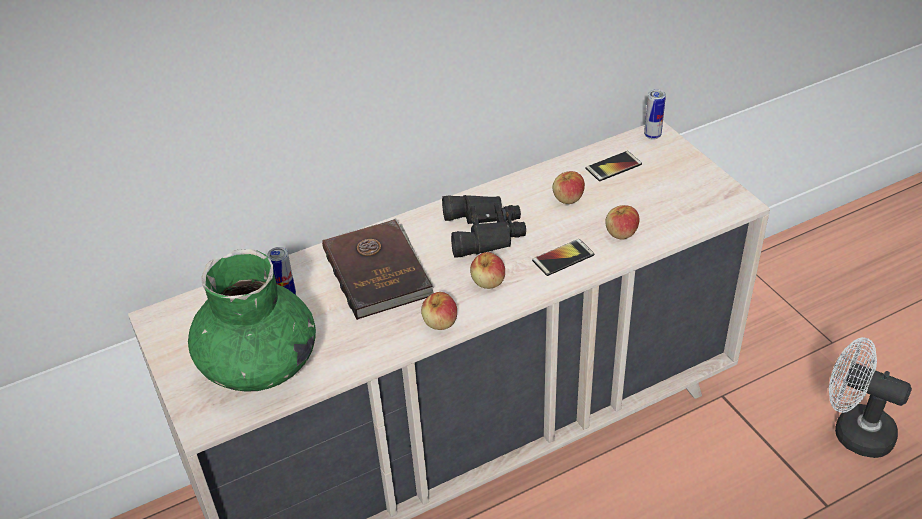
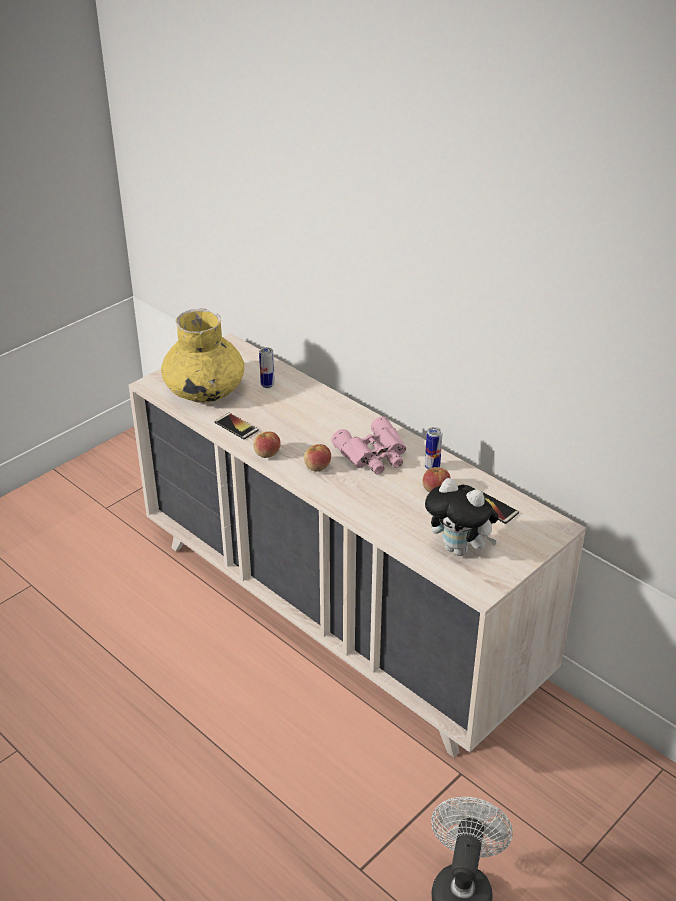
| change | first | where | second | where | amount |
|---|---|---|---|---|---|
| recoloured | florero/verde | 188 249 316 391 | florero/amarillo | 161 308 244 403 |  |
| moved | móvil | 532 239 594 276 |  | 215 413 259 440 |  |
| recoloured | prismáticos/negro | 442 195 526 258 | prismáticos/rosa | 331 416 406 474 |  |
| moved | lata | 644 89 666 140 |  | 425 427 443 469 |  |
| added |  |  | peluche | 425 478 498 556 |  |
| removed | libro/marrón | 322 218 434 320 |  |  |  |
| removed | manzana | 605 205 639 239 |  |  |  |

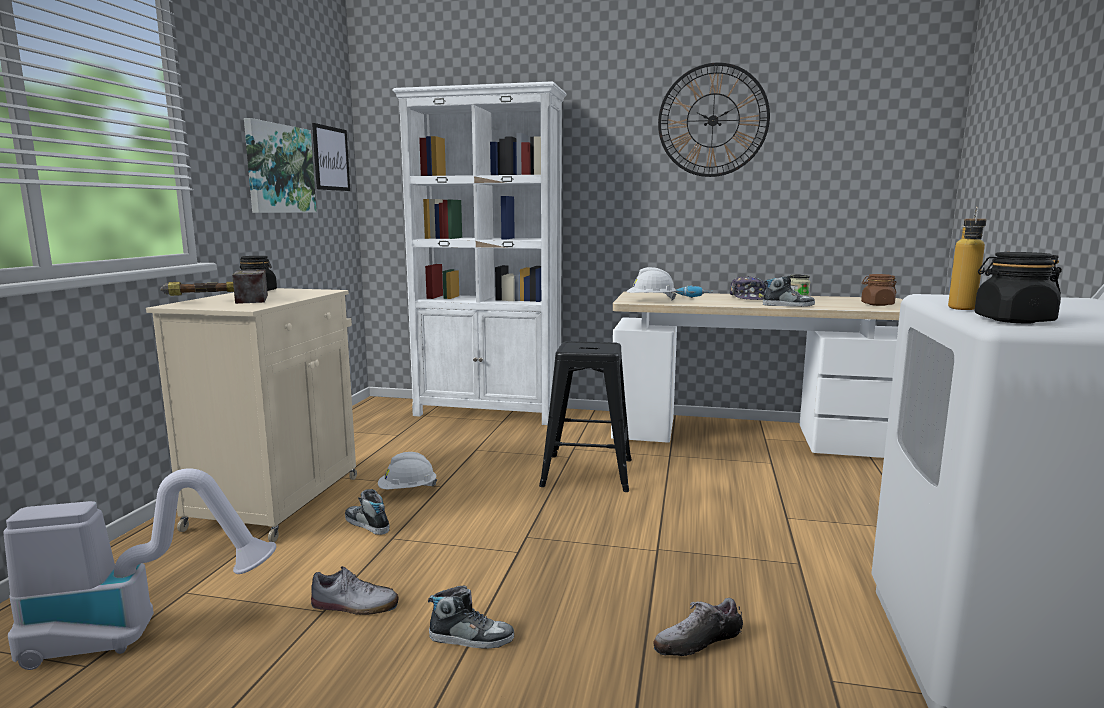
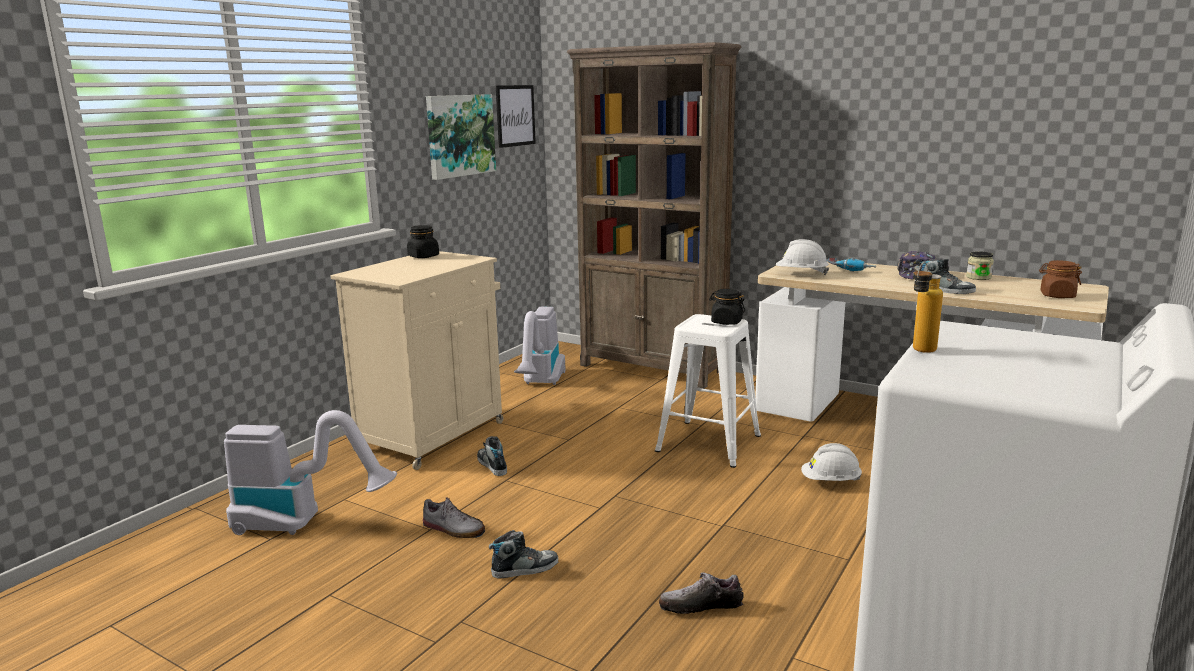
| change | first | where | second | where | amount |
|---|---|---|---|---|---|
| turned | zapato | 428 586 514 649 |  | 489 530 558 579 | 45 degrees counterclockwise |
| added |  |  | aspiradora | 514 307 565 385 |  |
| recoloured | estantería/blanco | 392 81 567 425 | estantería/marrón | 567 42 741 389 |  |
| recoloured | taburete/negro | 539 341 632 492 | taburete/blanco | 655 314 761 468 |  |
| moved | tarro/negro | 974 252 1062 324 |  | 709 289 745 325 |  |
| moved | casco/blanco | 378 452 437 489 |  | 801 443 862 481 |  |
| removed | martillo | 160 269 268 304 |  |  |  |
| removed | reloj de pared | 658 63 770 177 |  |  |  |

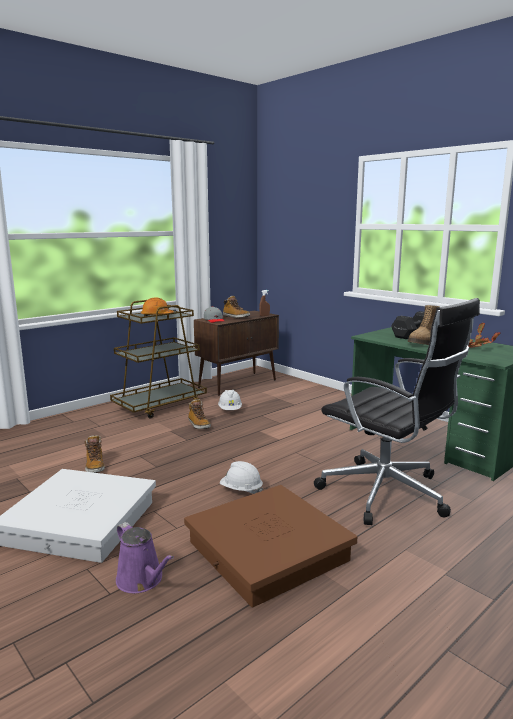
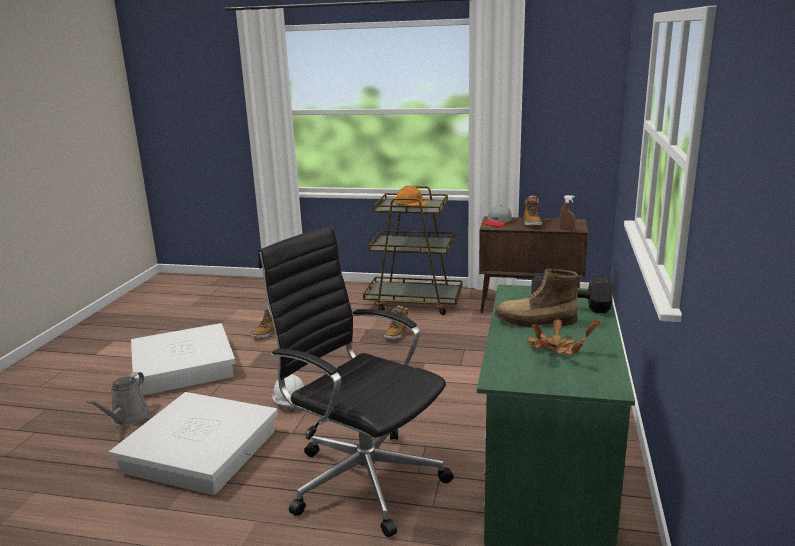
| change | first | where | second | where | amount |
|---|---|---|---|---|---|
| recoloured | regadera/morado | 116 522 174 593 | regadera/gris | 87 372 150 426 |  |
| recoloured | caja de almacenaje/marrón | 184 485 357 608 | caja de almacenaje/blanco | 109 392 278 495 |  |
| turned | silla de oficina/negro | 314 298 480 525 |  | 258 225 454 537 | 120 degrees clockwise |
| removed | casco/blanco | 218 390 242 410 |  |  |  |

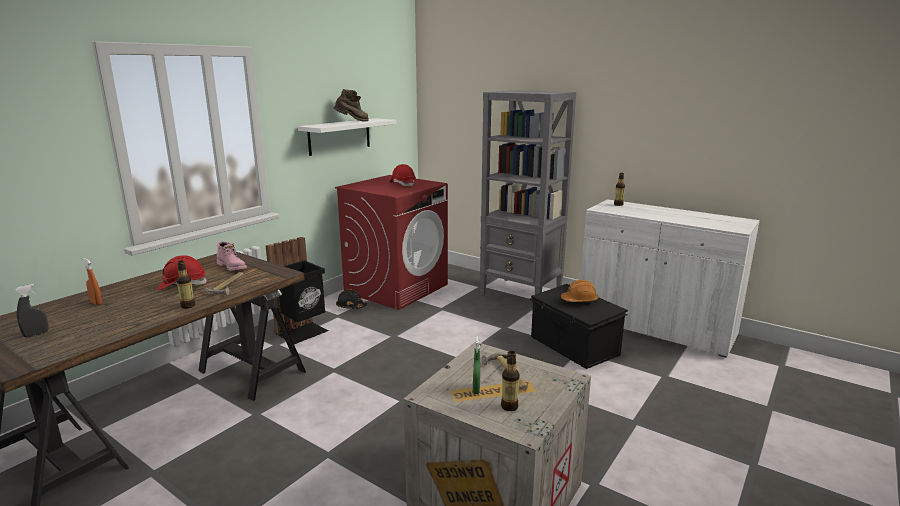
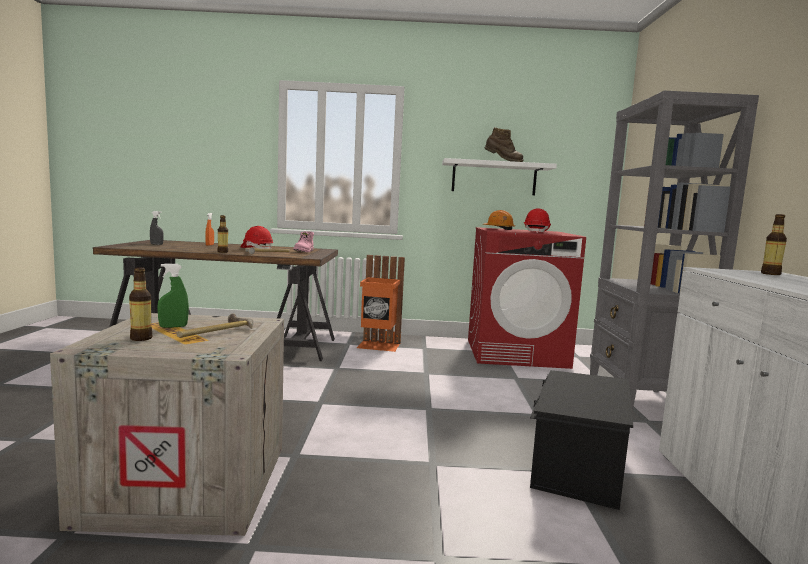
| change | first | where | second | where | amount |
|---|---|---|---|---|---|
| recoloured | papelera/negro | 265 237 328 344 | papelera/naranja | 357 255 405 352 |  |
| moved | casco/naranja | 561 280 598 302 |  | 483 210 515 230 |  |
| removed | casco/negro | 336 289 367 309 |  |  |  |

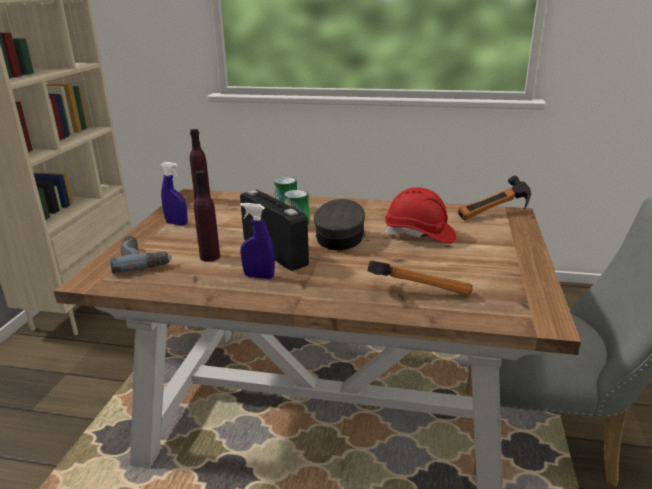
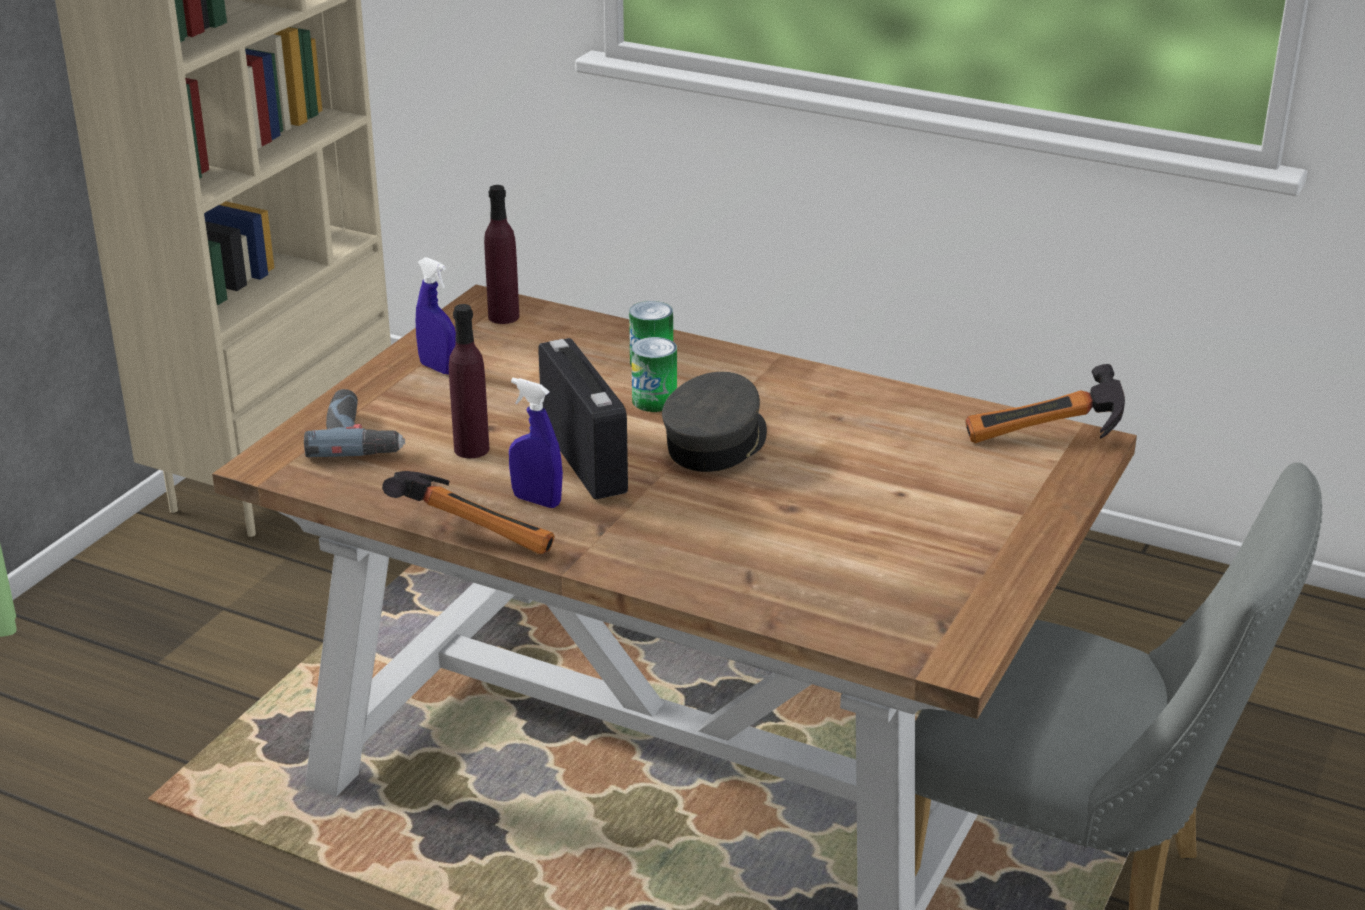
| change | first | where | second | where | amount |
|---|---|---|---|---|---|
| moved | martillo | 368 260 473 296 |  | 382 471 555 554 |  |
| removed | casco/rojo | 384 187 456 244 |  |  |  |

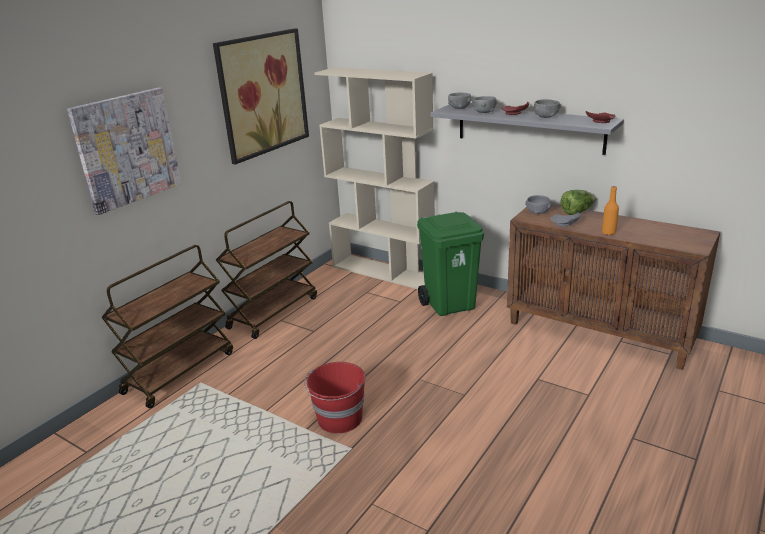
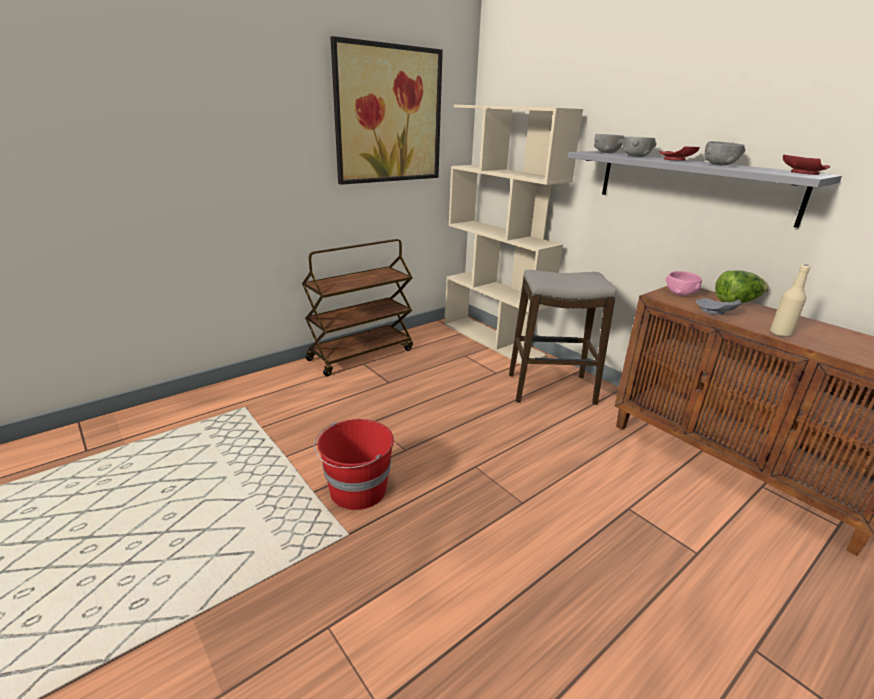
| change | first | where | second | where | amount |
|---|---|---|---|---|---|
| replaced | papelera/verde | 417 212 484 316 | taburete | 509 270 616 405 |  |
| recoloured | cuenco/gris | 525 195 551 214 | cuenco/rosa | 665 271 702 296 |  |
| recoloured | botella/naranja | 602 186 619 235 | botella/beis | 770 264 811 337 |  |
| removed | cuadro | 67 87 181 215 |  |  |  |
| removed | carrito/marrón | 101 245 233 408 |  |  |  |

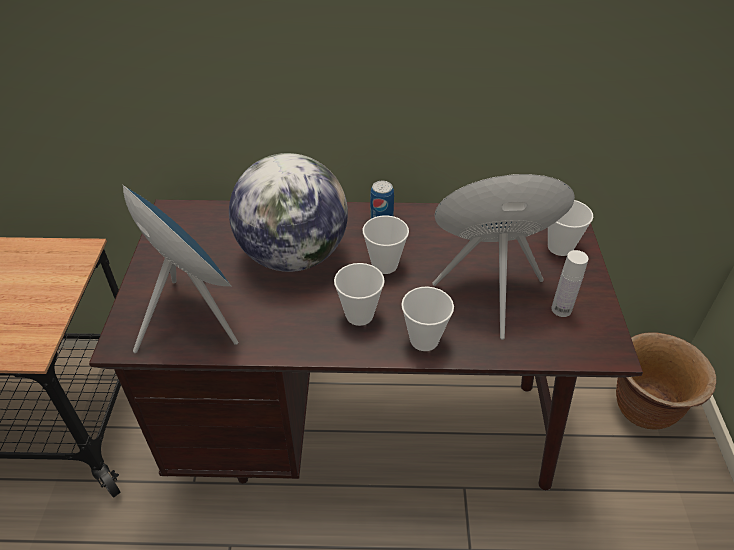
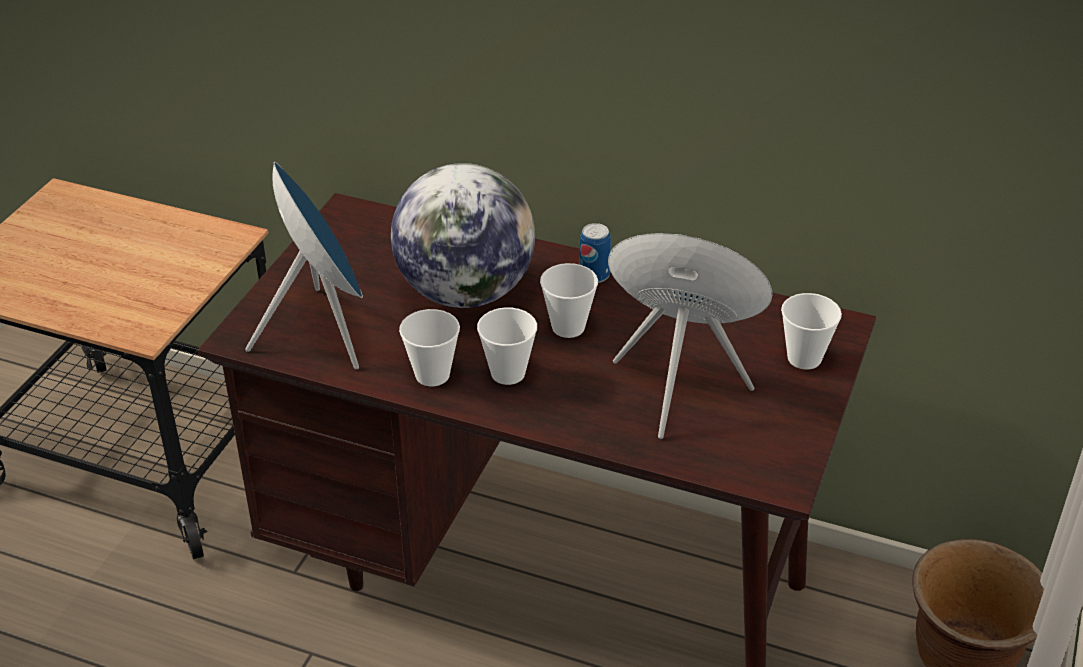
| change | first | where | second | where | amount |
|---|---|---|---|---|---|
| moved | taza | 401 286 454 351 |  | 399 309 460 386 |  |
| removed | botella/blanco | 551 250 589 317 |  |  |  |

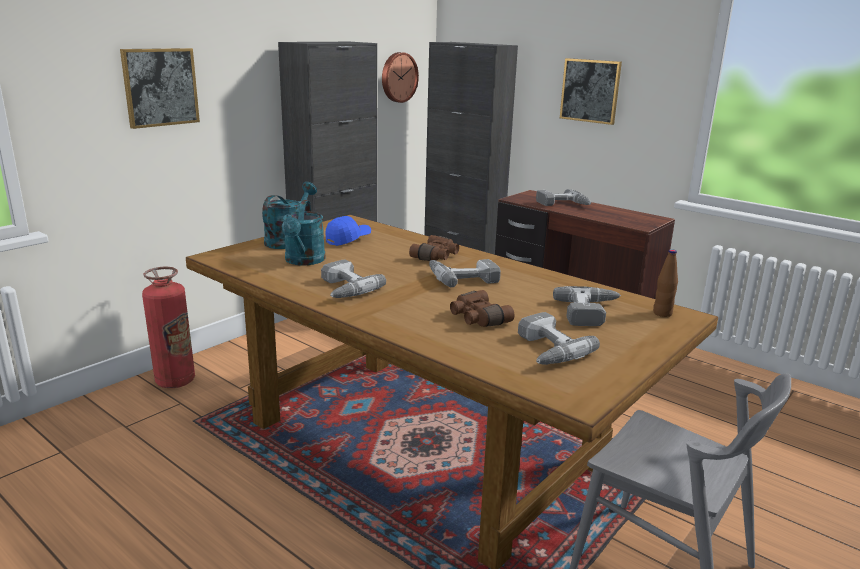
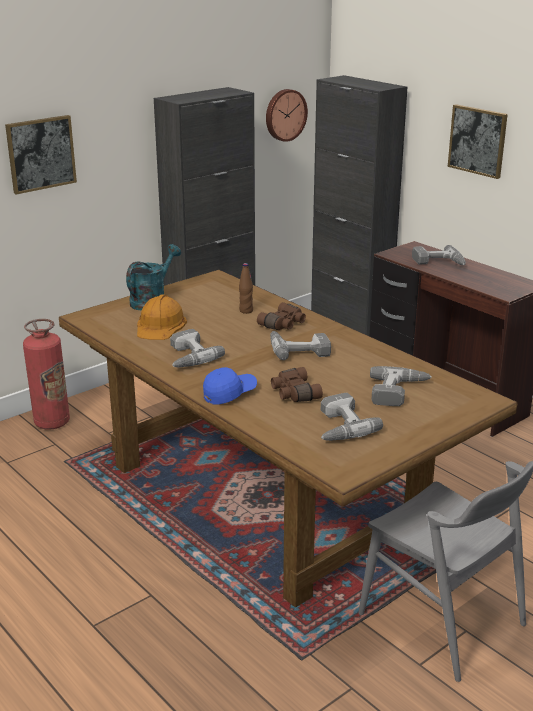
| change | first | where | second | where | amount |
|---|---|---|---|---|---|
| replaced | regadera/turquesa | 282 200 326 266 | casco/naranja | 137 294 187 340 |  |
| moved | gorra/azul | 325 216 371 246 |  | 203 367 257 405 |  |
| moved | botella/marrón | 653 249 678 317 |  | 239 263 253 314 |  |

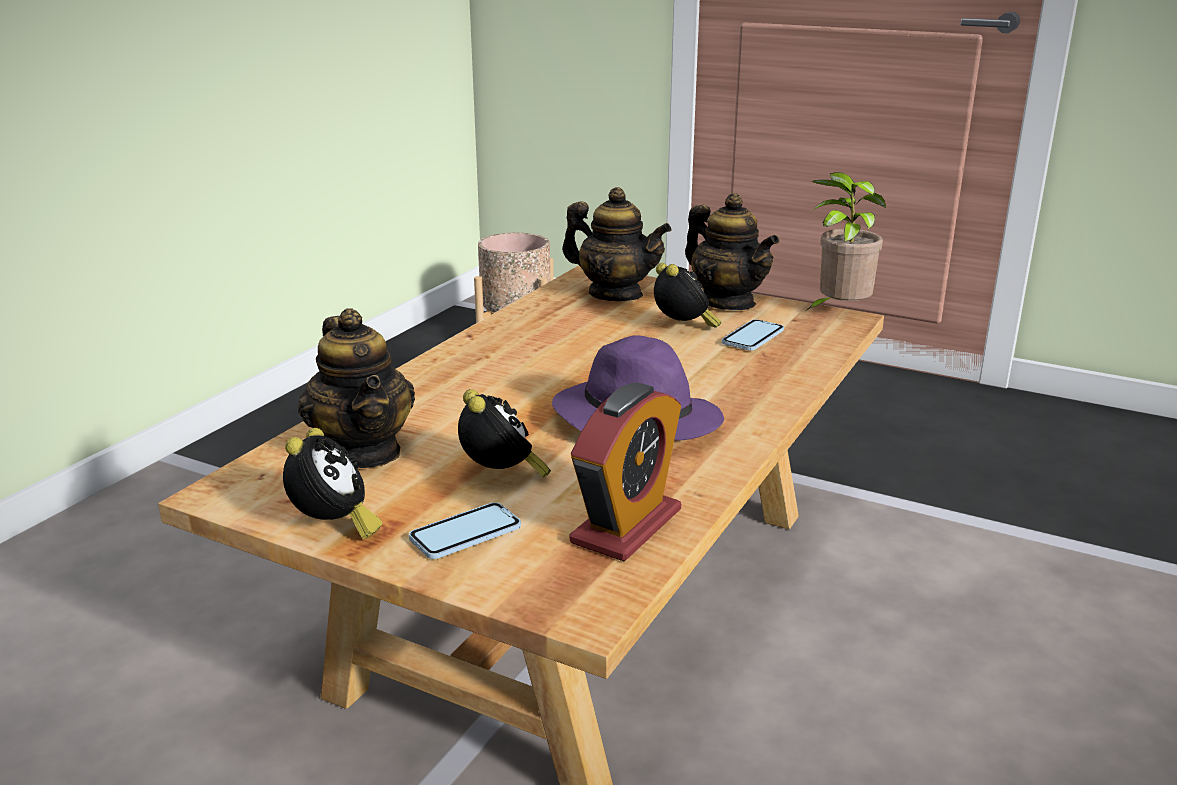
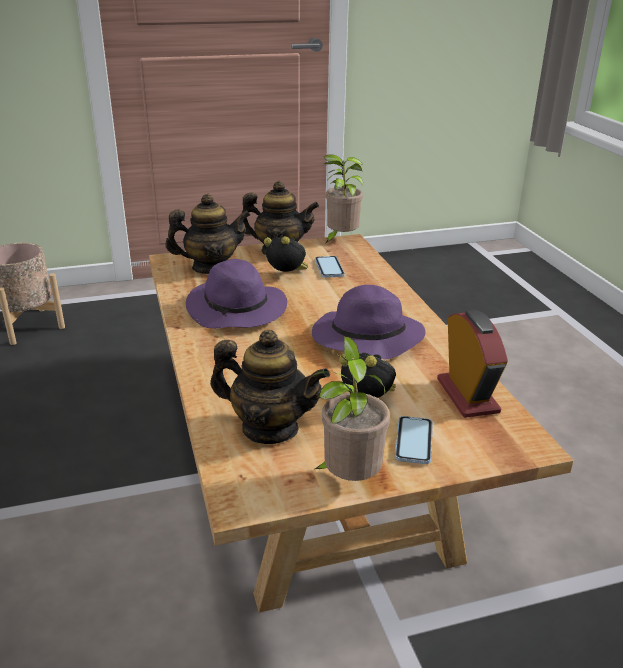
| change | first | where | second | where | amount |
|---|---|---|---|---|---|
| added |  |  | sombrero/morado | 186 259 287 329 |  |
| replaced | despertador | 283 428 382 539 | planta en maceta | 312 336 390 481 |  |

